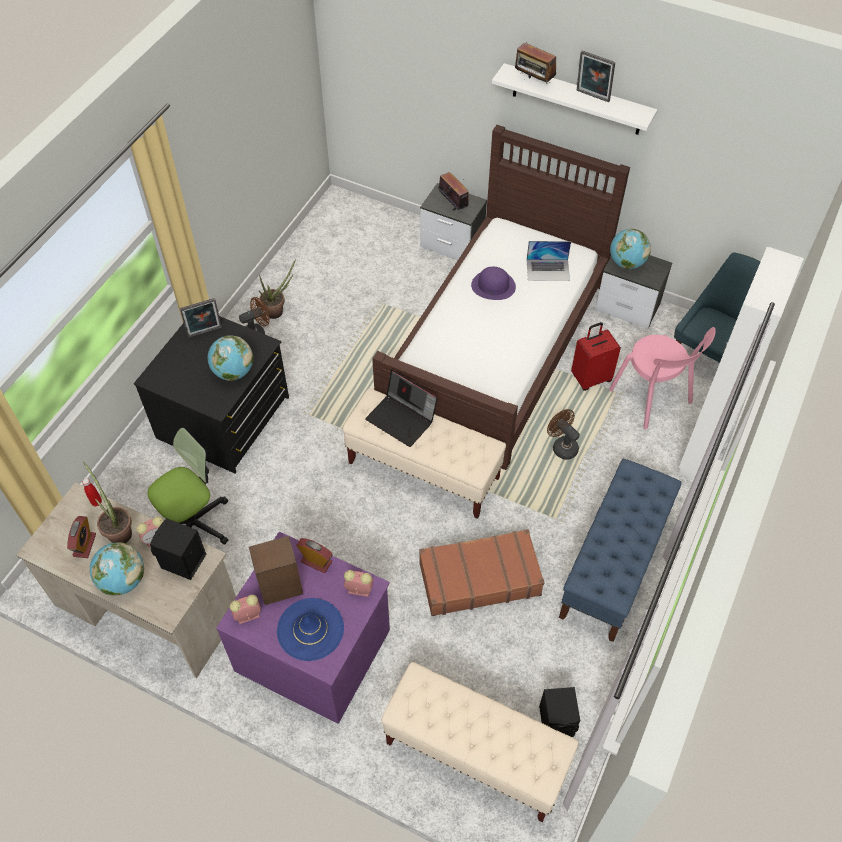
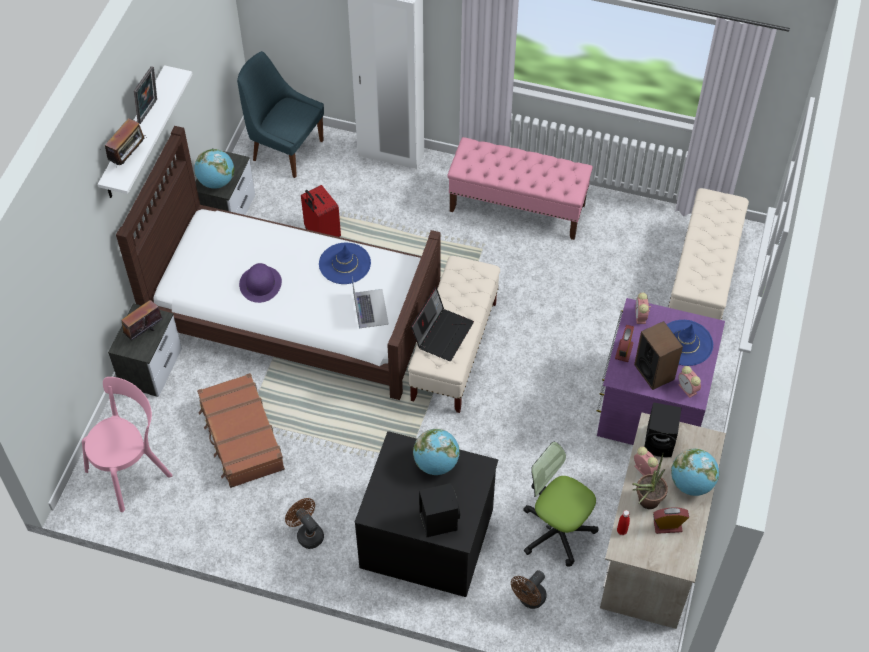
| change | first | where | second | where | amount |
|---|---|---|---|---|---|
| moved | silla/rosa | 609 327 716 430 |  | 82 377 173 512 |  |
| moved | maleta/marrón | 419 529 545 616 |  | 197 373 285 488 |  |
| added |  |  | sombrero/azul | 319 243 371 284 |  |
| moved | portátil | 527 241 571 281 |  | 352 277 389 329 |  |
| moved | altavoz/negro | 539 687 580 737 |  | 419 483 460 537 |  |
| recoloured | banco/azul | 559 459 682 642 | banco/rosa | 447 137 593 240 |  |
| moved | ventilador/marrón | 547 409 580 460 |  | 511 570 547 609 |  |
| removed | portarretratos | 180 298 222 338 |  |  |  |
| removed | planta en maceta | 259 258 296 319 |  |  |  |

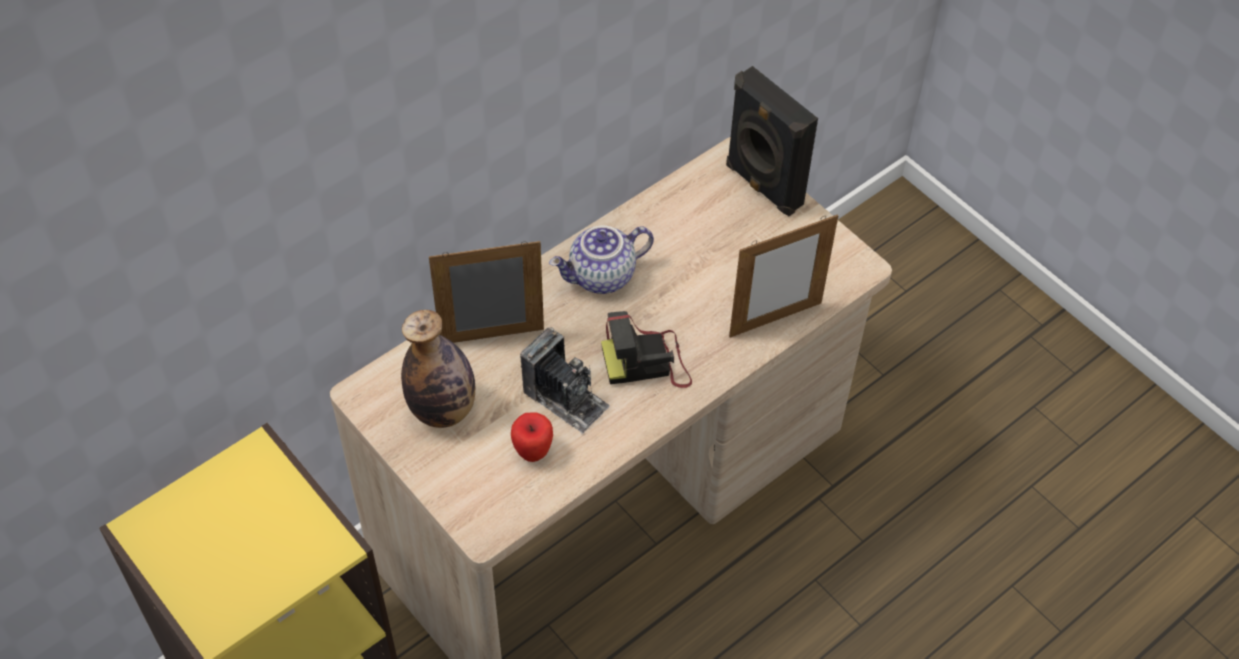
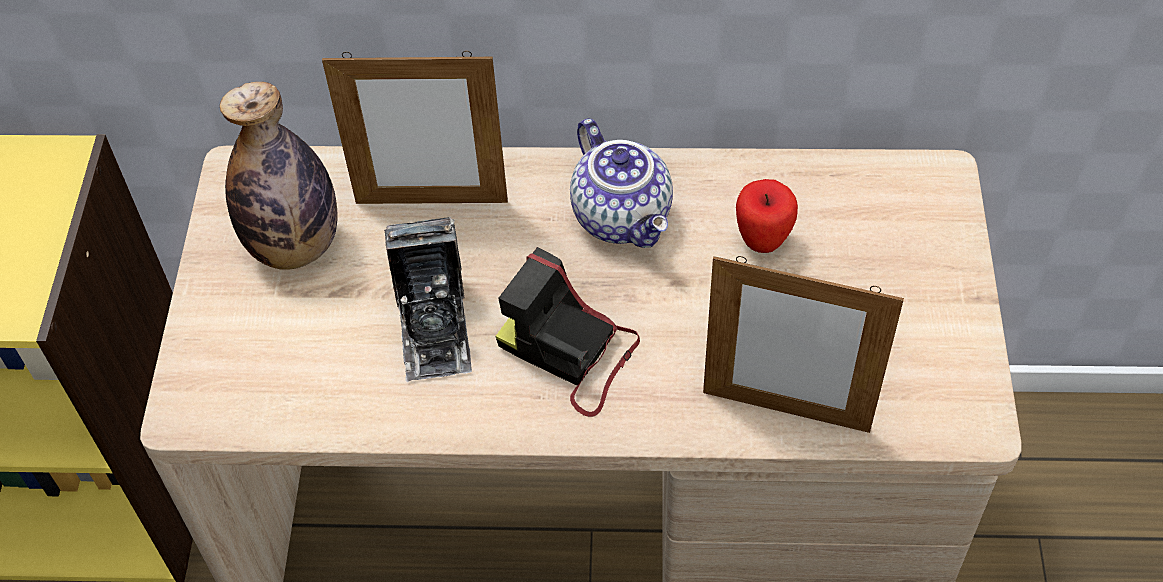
| change | first | where | second | where | amount |
|---|---|---|---|---|---|
| turned | portarretratos | 429 241 544 343 |  | 322 51 508 204 | 150 degrees clockwise |
| turned | tetera | 549 226 654 294 |  | 570 118 673 248 | 135 degrees counterclockwise |
| moved | manzana | 511 412 553 462 |  | 736 179 798 253 |  |
| removed | altavoz/negro | 726 66 818 216 |  |  |  |

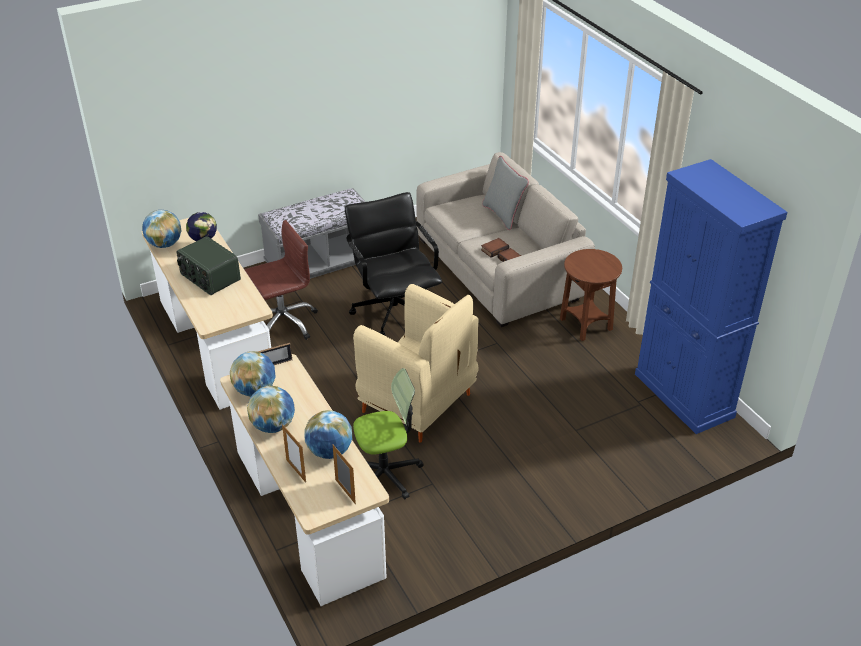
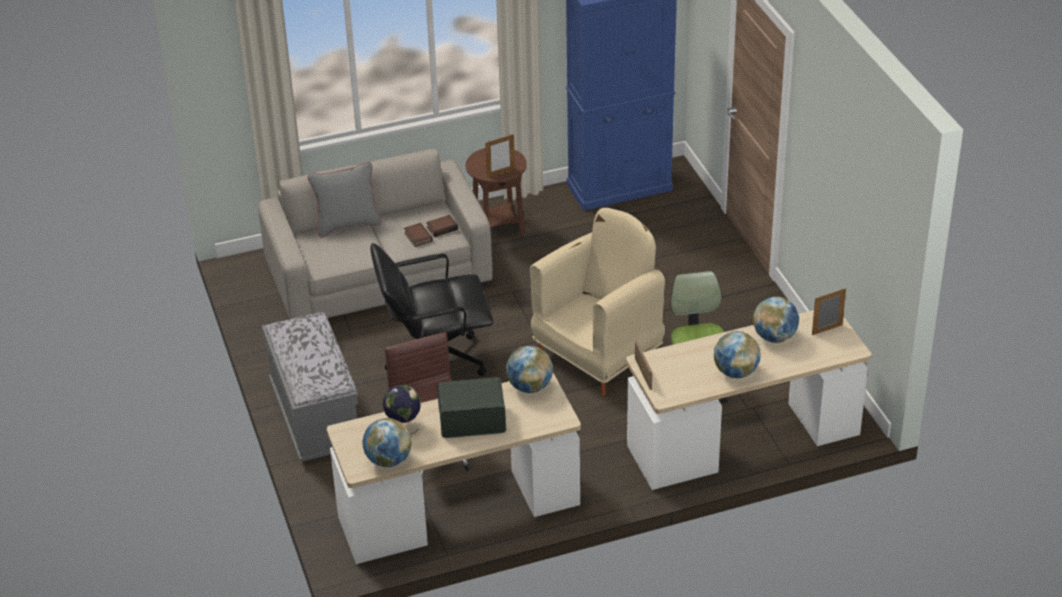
| change | first | where | second | where | amount |
|---|---|---|---|---|---|
| turned | radio | 177 236 241 295 |  | 437 377 506 438 | 150 degrees counterclockwise |
| moved | portarretratos | 282 424 306 483 |  | 485 134 515 177 |  |
| moved | globo terráqueo | 230 351 276 397 |  | 506 346 553 393 |  |

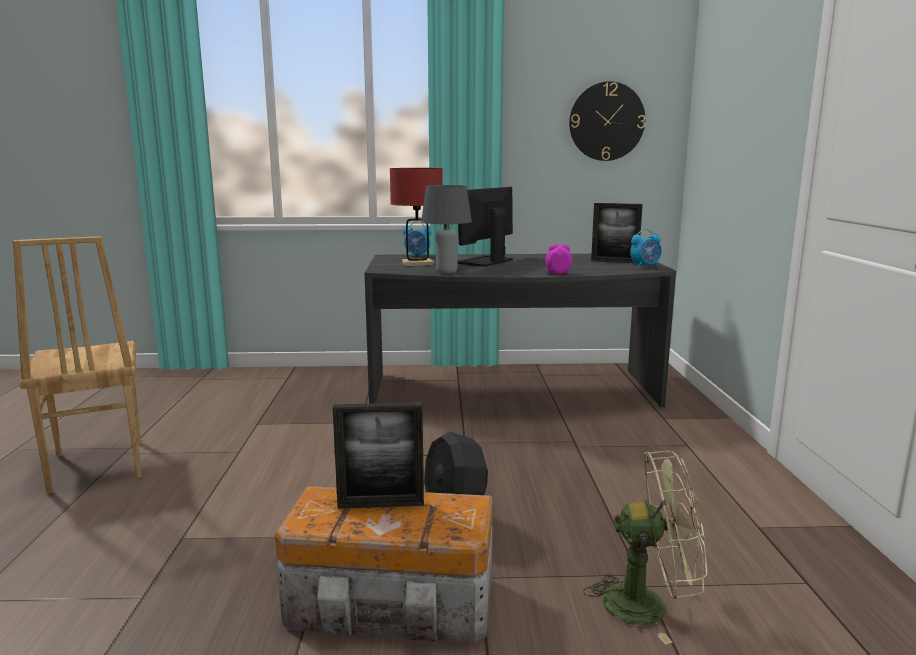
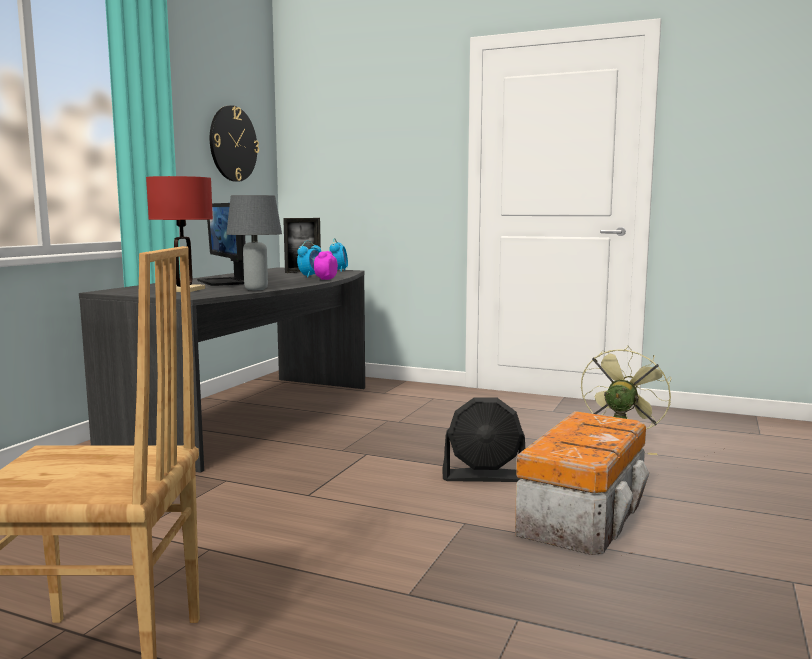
| change | first | where | second | where | amount |
|---|---|---|---|---|---|
| moved | despertador | 403 222 432 257 |  | 297 240 321 278 |  |
| removed | portarretratos | 333 402 424 509 |  |  |  |

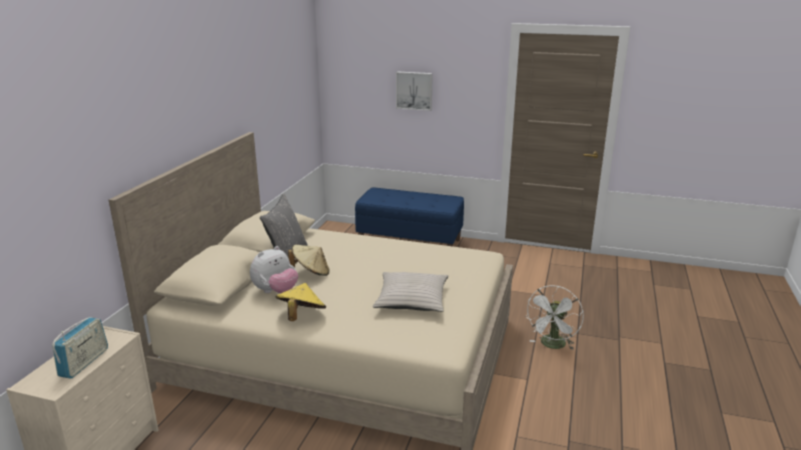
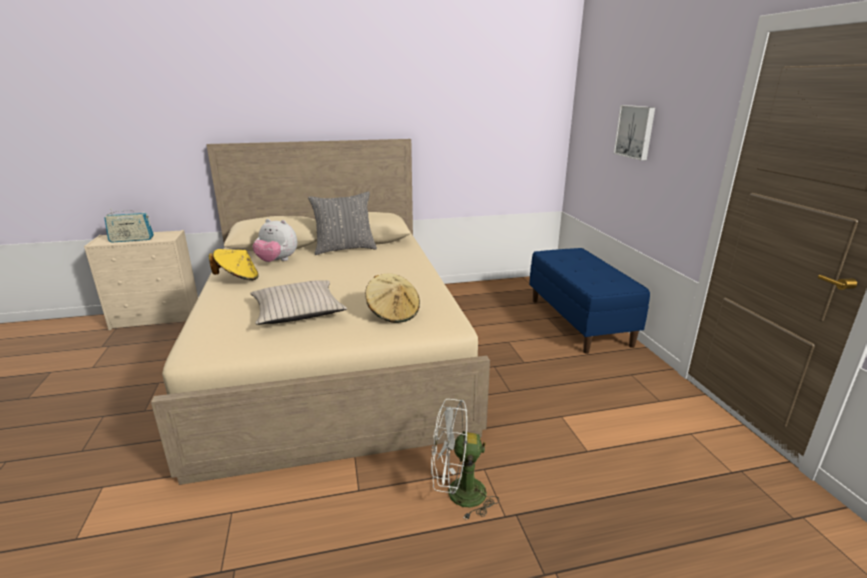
| change | first | where | second | where | amount |
|---|---|---|---|---|---|
| moved | sombrero/beis | 288 245 330 276 |  | 365 274 420 323 |  |

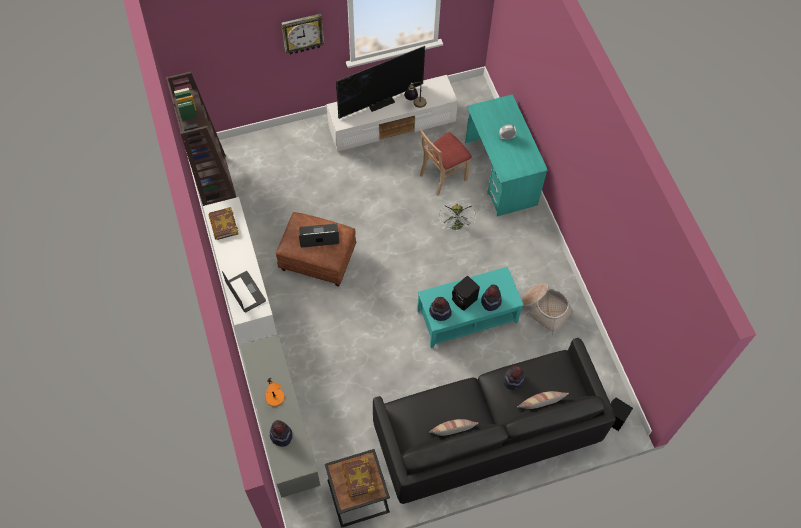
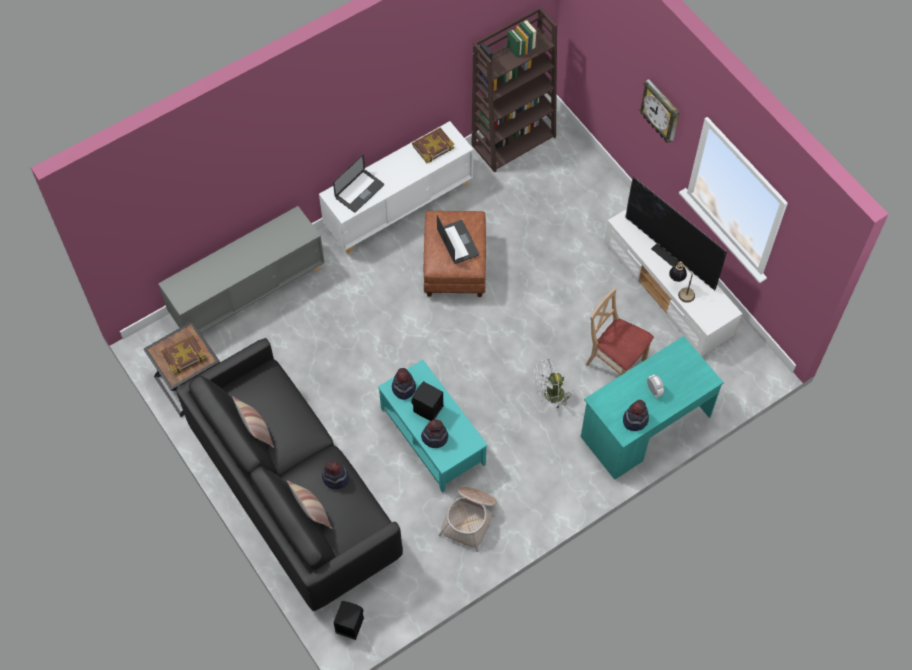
| change | first | where | second | where | amount |
|---|---|---|---|---|---|
| moved | sombrero | 270 420 292 447 |  | 623 400 649 431 |  |
| removed | lámpara de mesa/naranja | 265 378 284 406 |  |  |  |

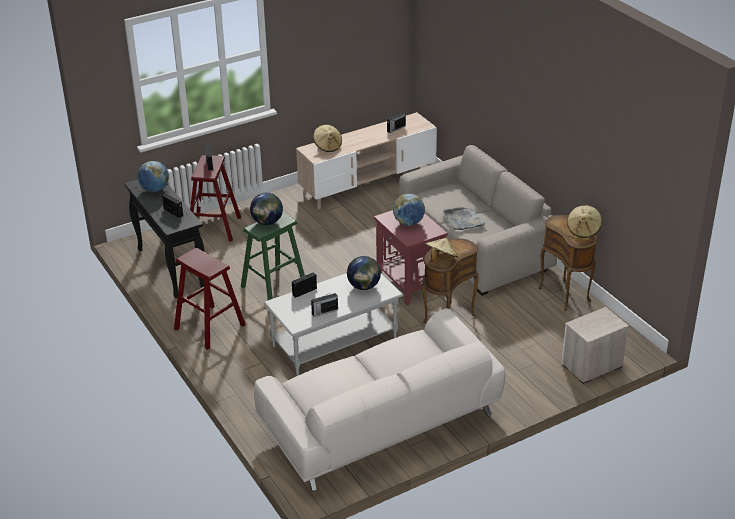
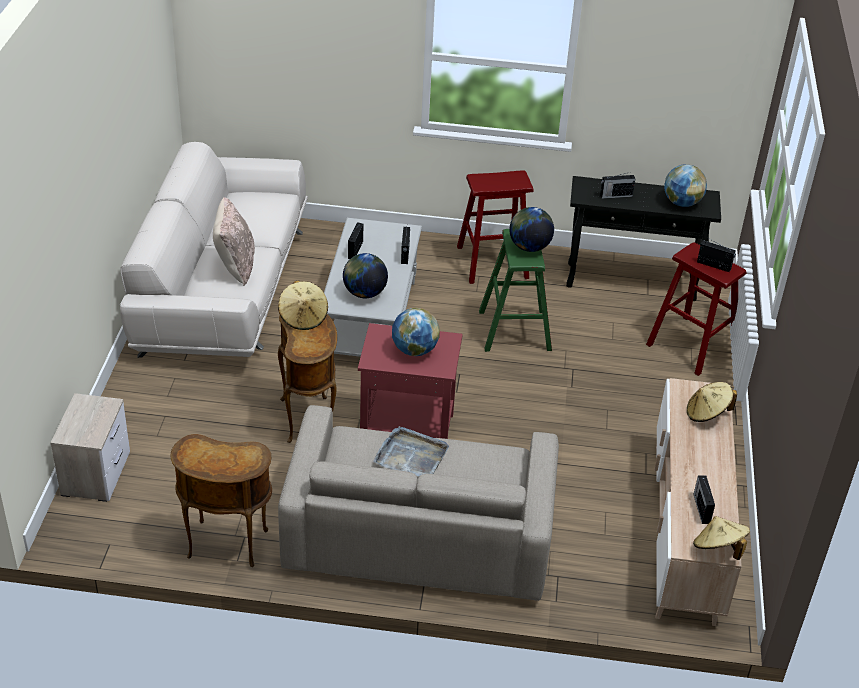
| change | first | where | second | where | amount |
|---|---|---|---|---|---|
| added |  |  | cojín/beis | 213 197 255 286 |  |
| moved | sombrero/beis | 567 205 602 238 |  | 693 516 750 560 |  |

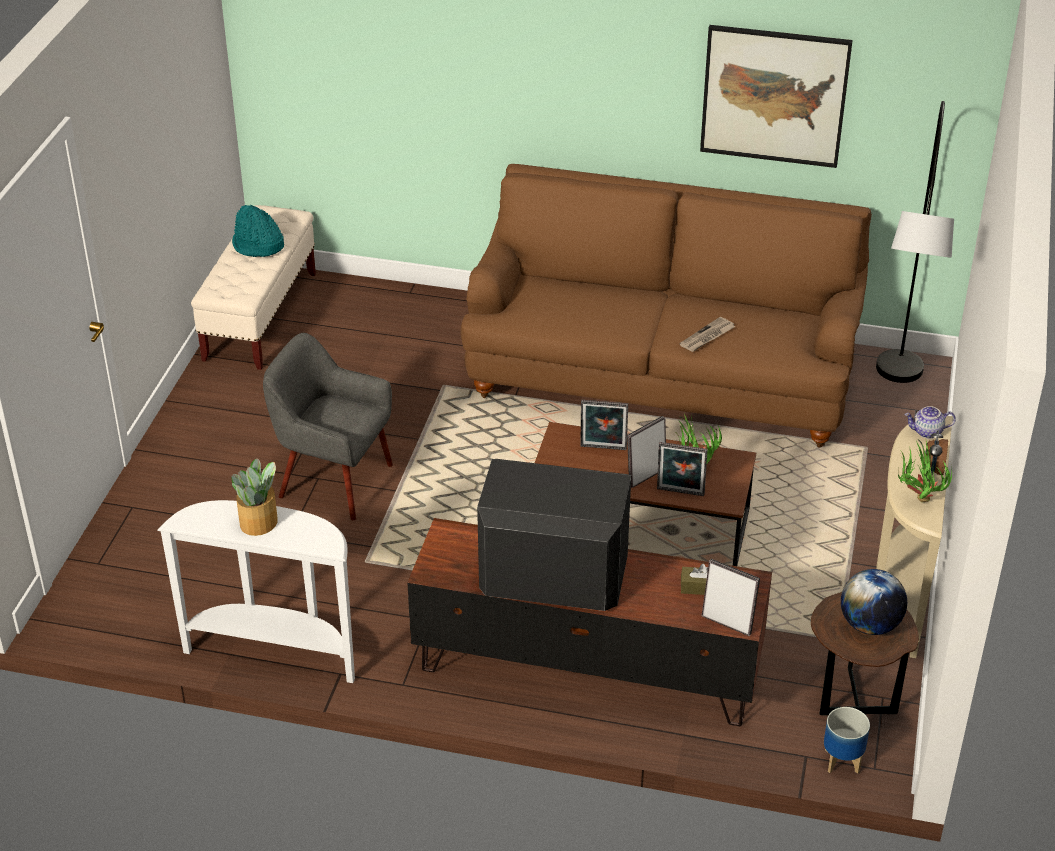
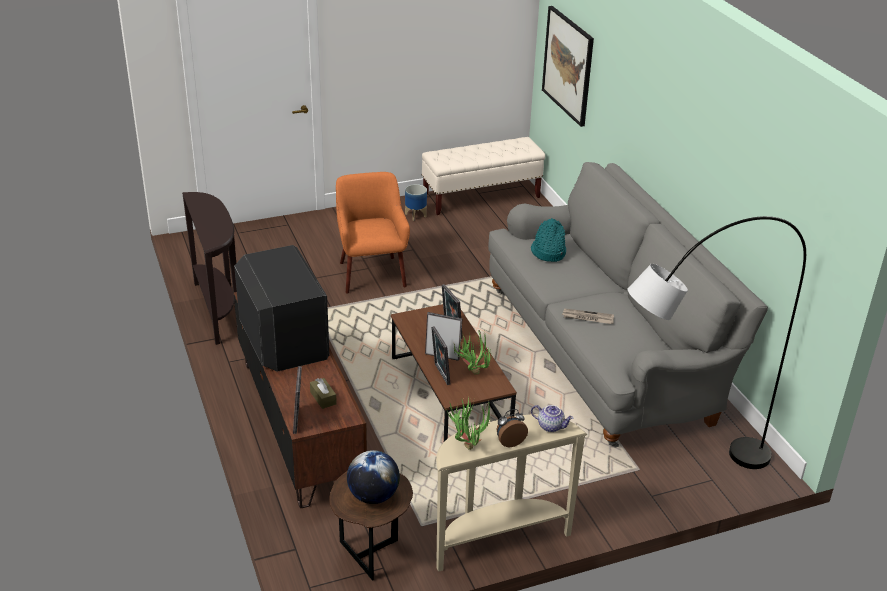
| change | first | where | second | where | amount |
|---|---|---|---|---|---|
| recoloured | mesa consola/blanco | 157 500 355 683 | mesa consola/marrón | 182 192 237 345 |  |
| recoloured | sillón/gris | 263 333 393 521 | sillón/naranja | 336 172 410 293 |  |
| moved | maceta | 824 707 870 774 |  | 405 184 427 221 |  |
| recoloured | sofá/marrón | 460 164 872 448 | sofá/gris | 488 162 768 447 |  |
| moved | sombrero/turquesa | 232 205 284 257 |  | 531 218 566 262 |  |
| turned | tetera | 904 406 956 438 |  | 531 405 574 432 | 150 degrees clockwise |
| moved | cuadro | 700 25 853 168 |  | 542 6 594 127 |  |
| removed | planta en maceta | 231 458 278 536 |  |  |  |

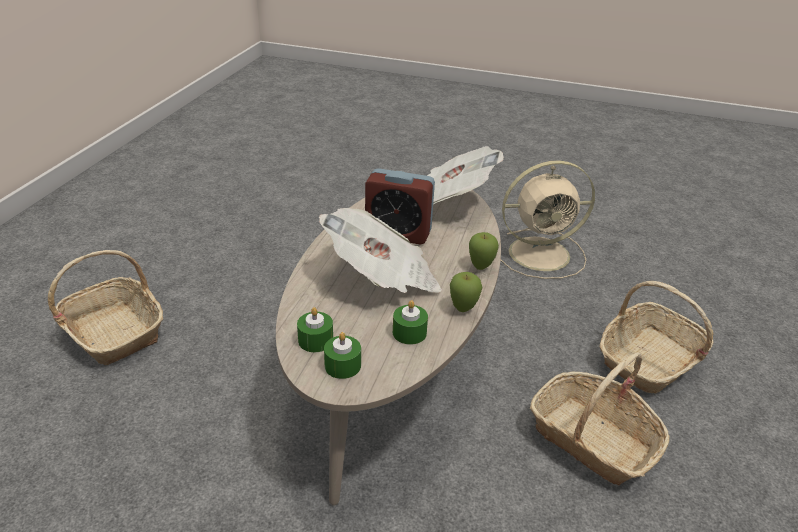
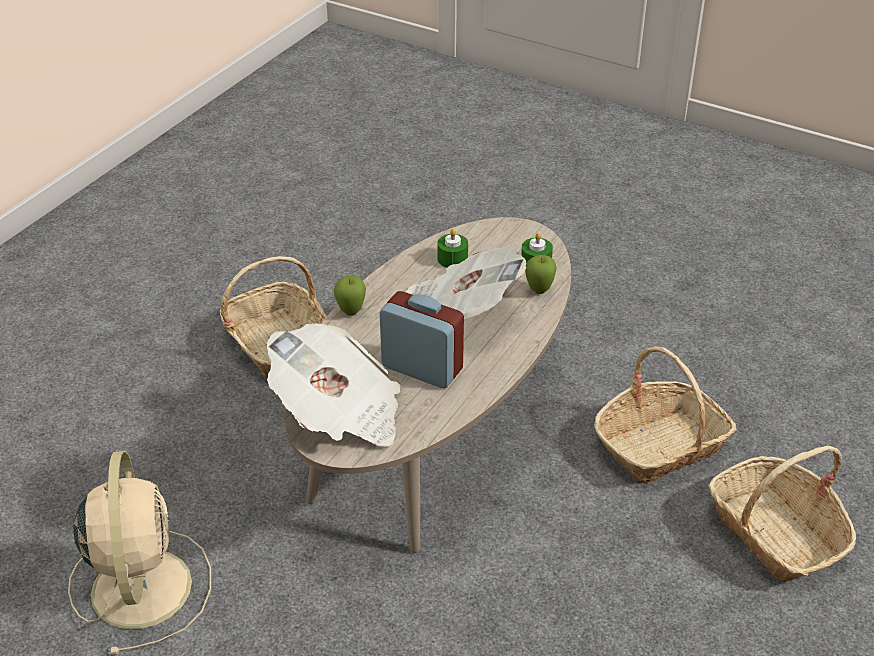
| change | first | where | second | where | amount |
|---|---|---|---|---|---|
| turned | ventilador/beis | 501 160 595 279 |  | 68 451 211 655 | 75 degrees clockwise |
| moved | manzana | 450 272 482 312 |  | 525 255 557 294 |  |
| moved | cesta | 600 281 714 393 |  | 594 347 737 483 |  |
| removed | vela/verde | 324 332 361 379 |  |  |  |

